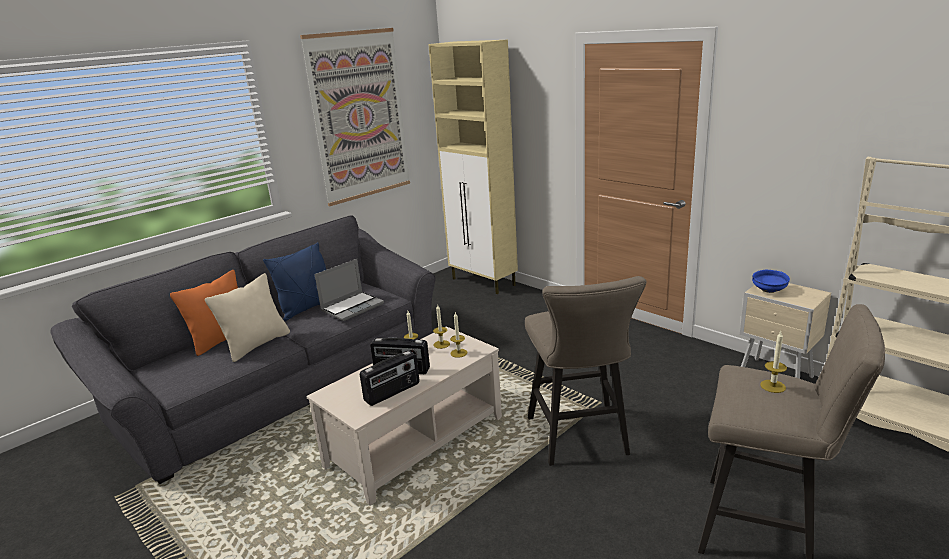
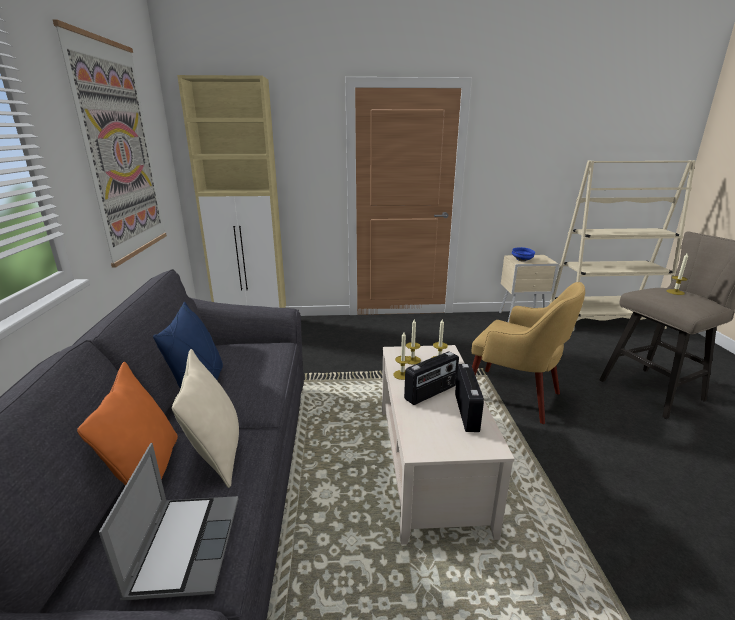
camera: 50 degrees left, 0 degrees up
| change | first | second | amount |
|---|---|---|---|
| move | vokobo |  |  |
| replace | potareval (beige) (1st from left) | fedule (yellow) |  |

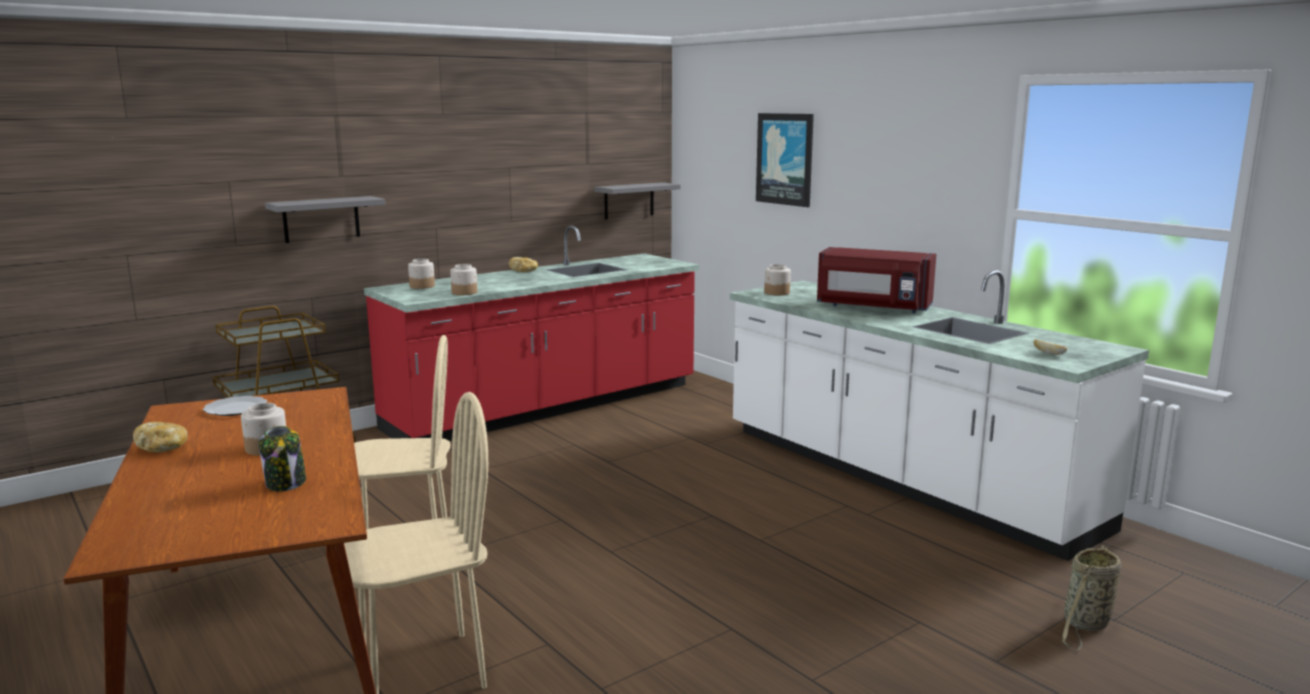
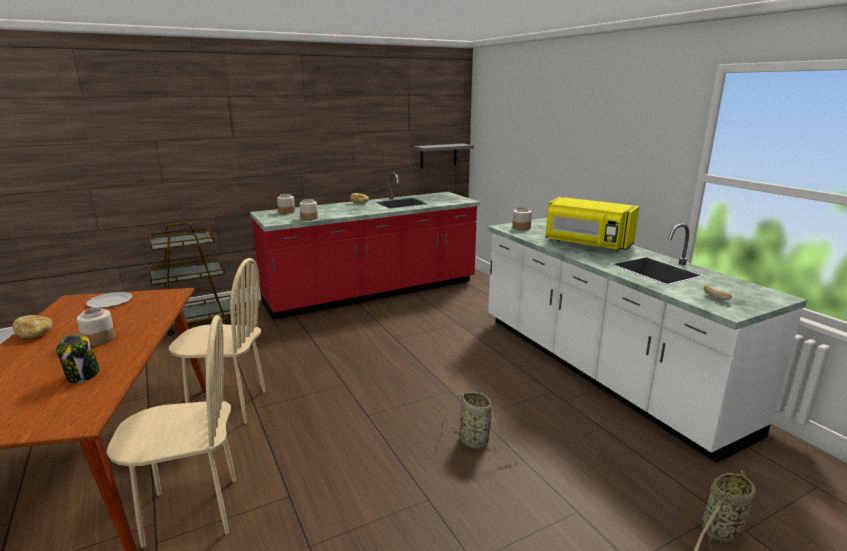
camera: 10 degrees right, 5 degrees up
| change | first | second | amount |
|---|---|---|---|
| delete | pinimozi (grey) (1st from left) |  |  |
| delete | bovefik |  |  |
| recolor | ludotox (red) | ludotox (yellow) |  |
| insert |  | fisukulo (1st from left) |  |

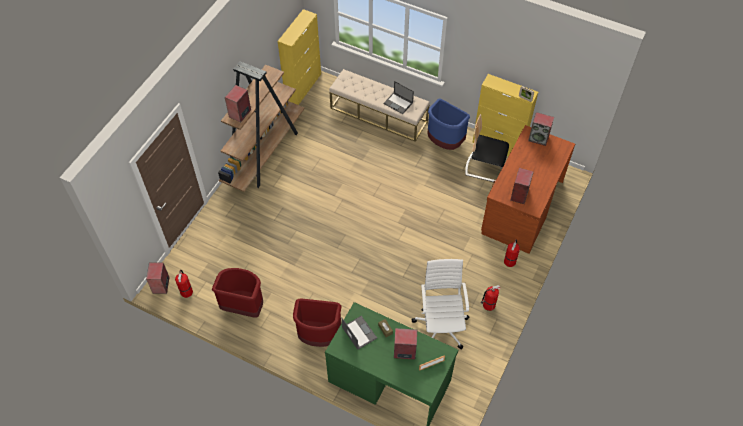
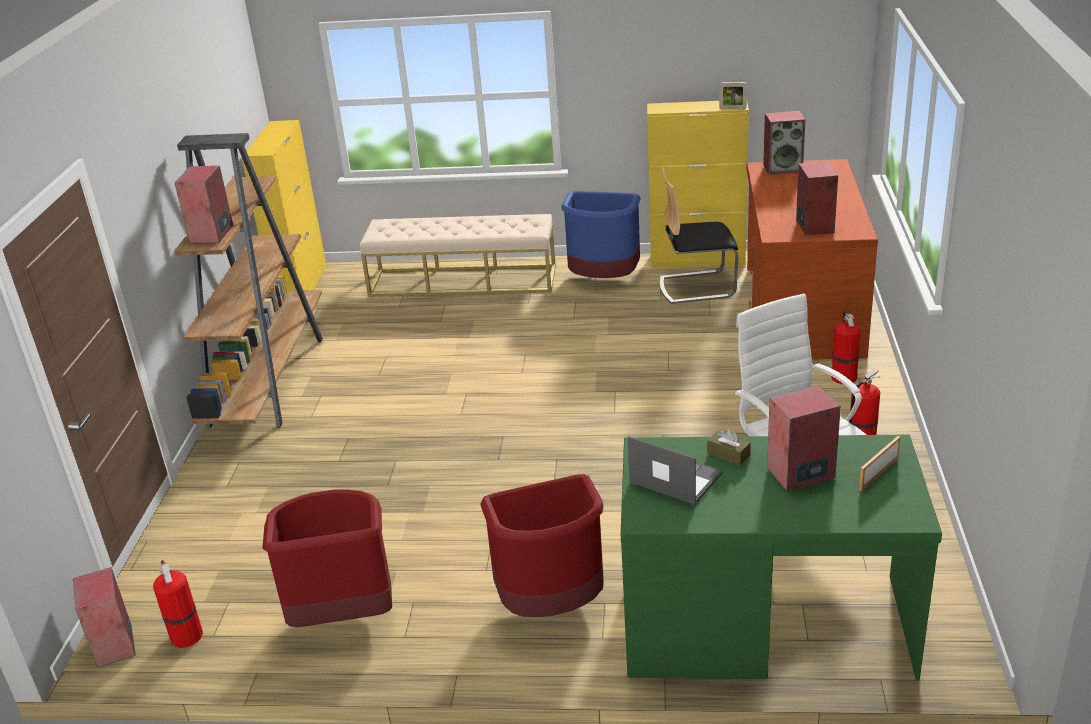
camera: 20 degrees left, 25 degrees down
| change | first | second | amount |
|---|---|---|---|
| delete | vokobo (2nd from left) |  |  |

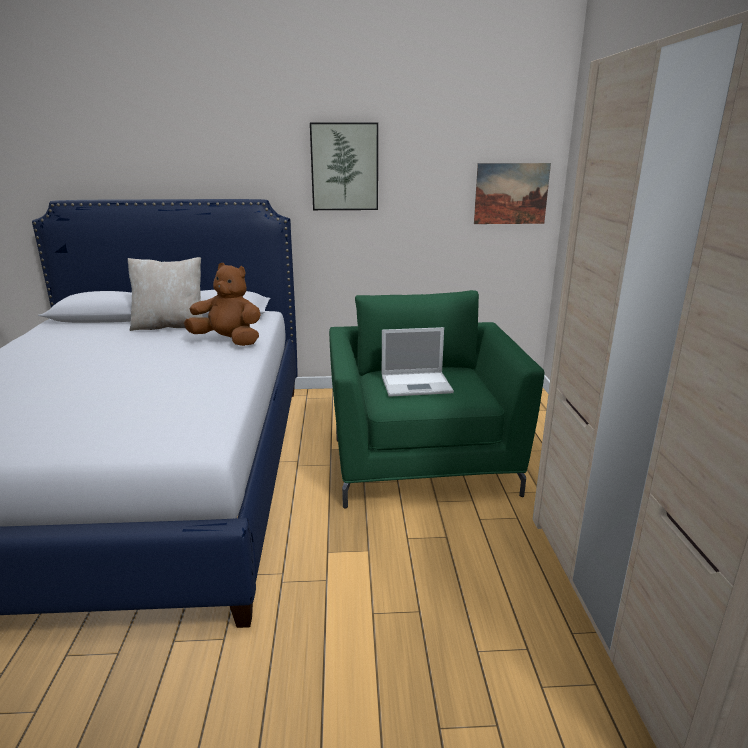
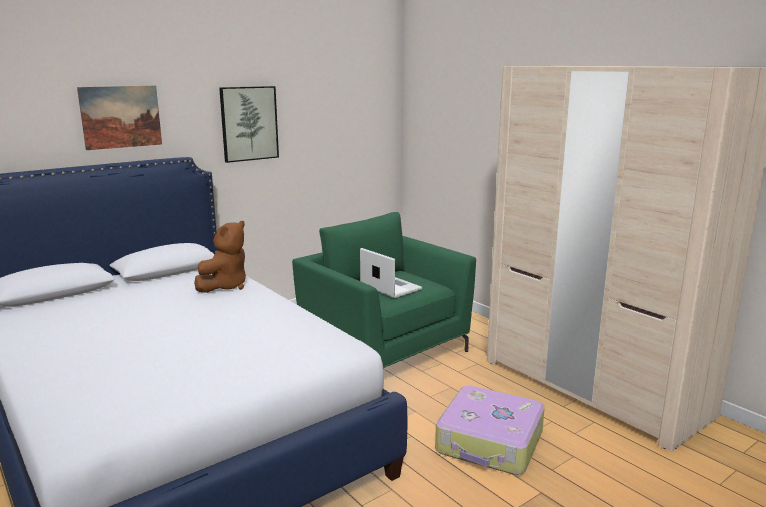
camera: 35 degrees left, 5 degrees down
| change | first | second | amount |
|---|---|---|---|
| delete | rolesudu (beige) |  |  |
| rotate | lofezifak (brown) |  | 135 degrees clockwise |
| rotate | vokobo |  | 90 degrees counterclockwise |
| move | bovefik (2nd from left in the first image) | bovefik (1st from left) |  |
| insert |  | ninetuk |  |

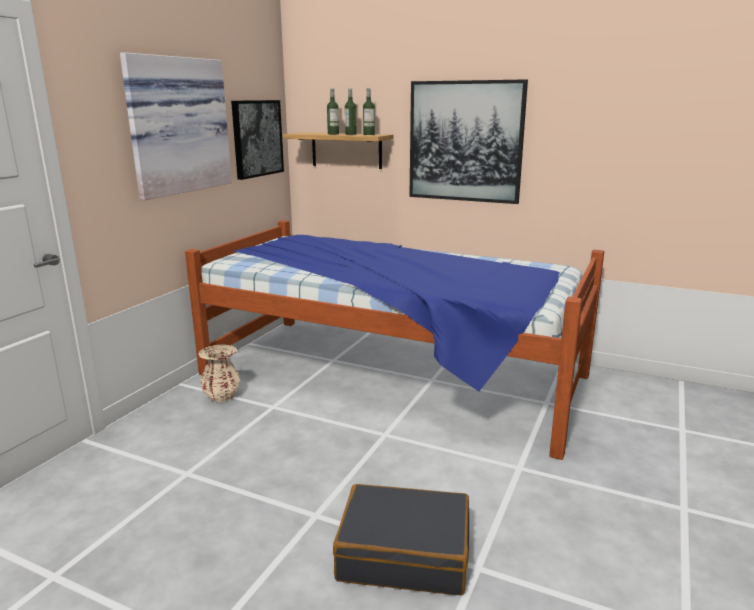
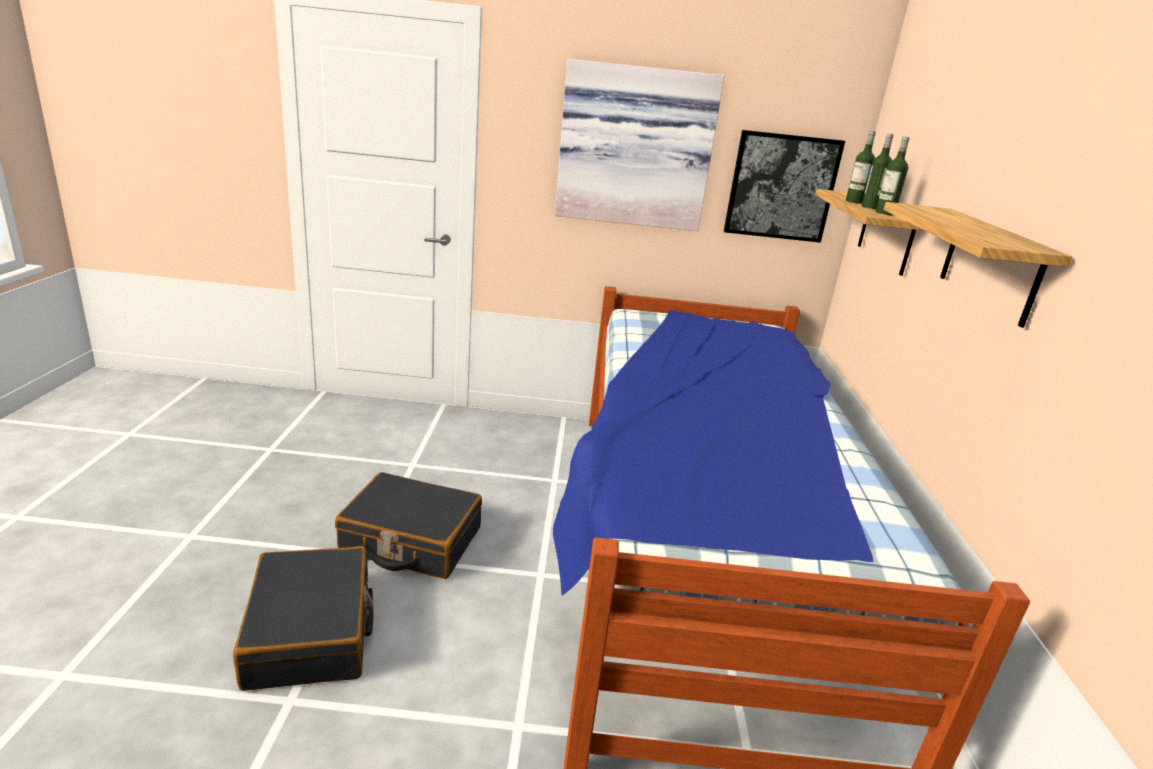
camera: 65 degrees right, 5 degrees up
| change | first | second | amount |
|---|---|---|---|
| delete | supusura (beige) |  |  |
| replace | bovefik (3rd from left) | pinimozi (2nd from left) |  |
| insert |  | ninetuk (black) (2nd from left) |  |

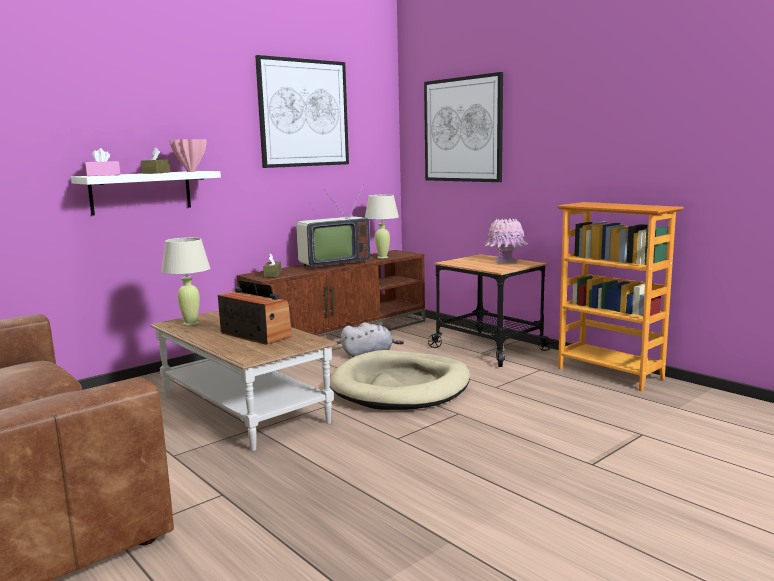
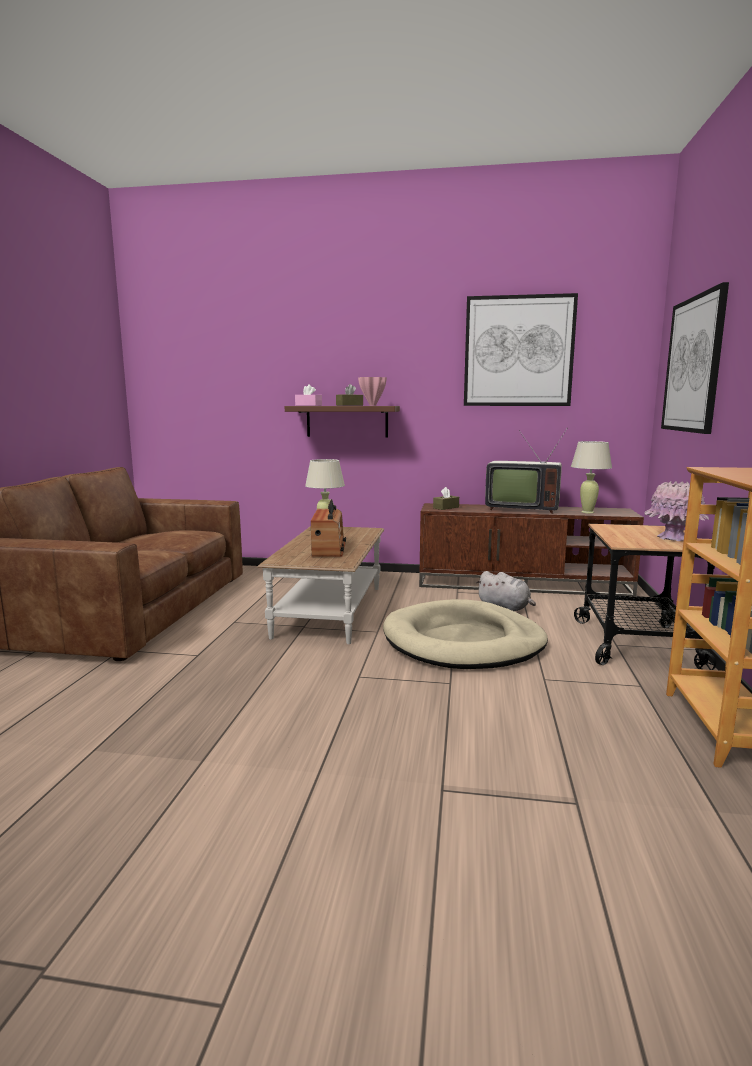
camera: 50 degrees right, 0 degrees up
| change | first | second | amount |
|---|---|---|---|
| recolor | pinimozi (white) | pinimozi (brown) |  |

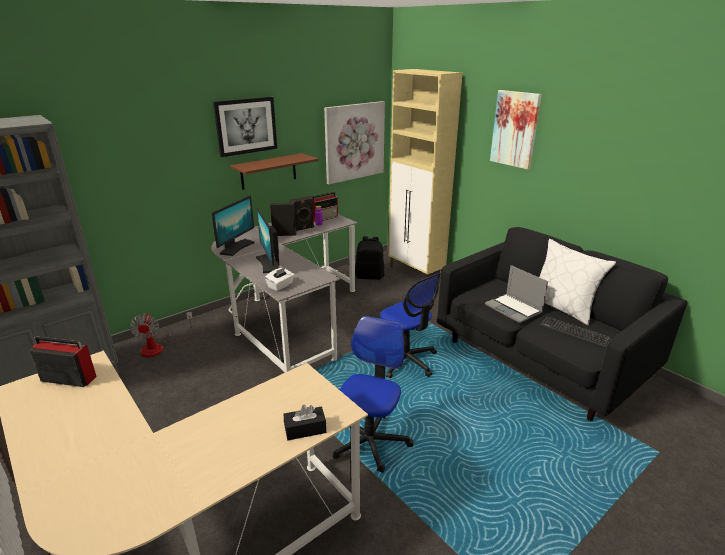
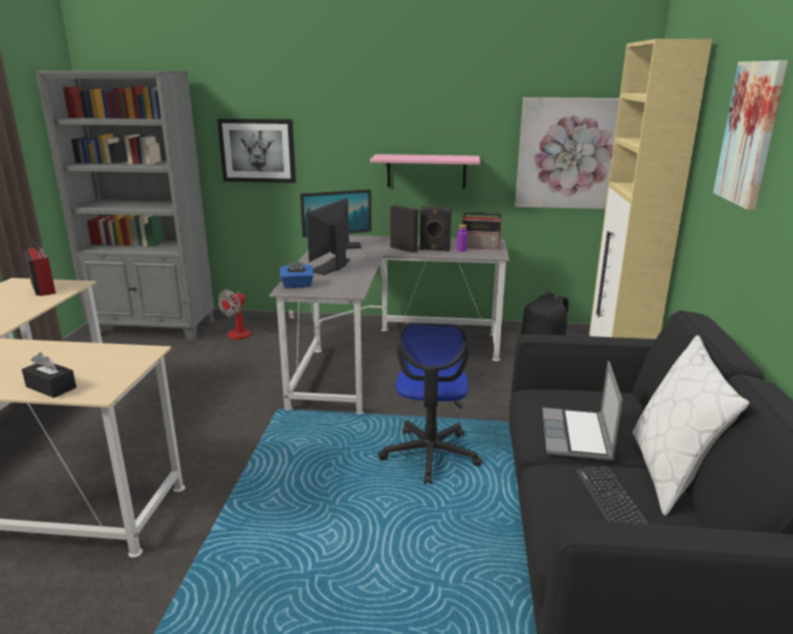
camera: 45 degrees right, 5 degrees down
| change | first | second | amount |
|---|---|---|---|
| move | bovefik (1st from left) |  |  |
| recolor | pinimozi (brown) | pinimozi (pink) |  |
| recolor | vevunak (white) | vevunak (blue) |  |
| delete | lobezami (1st from left) |  |  |

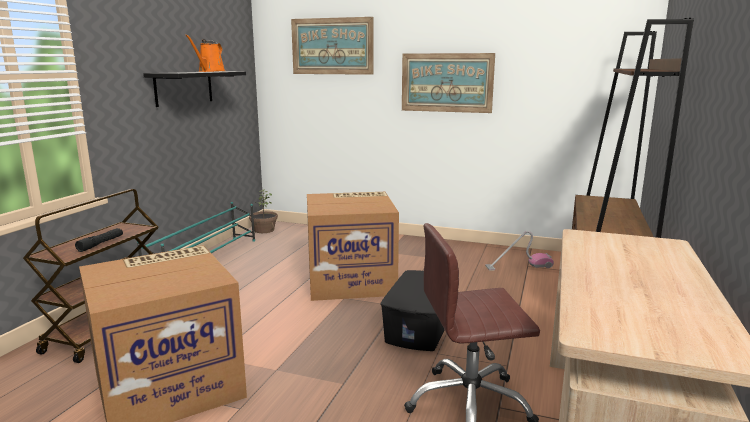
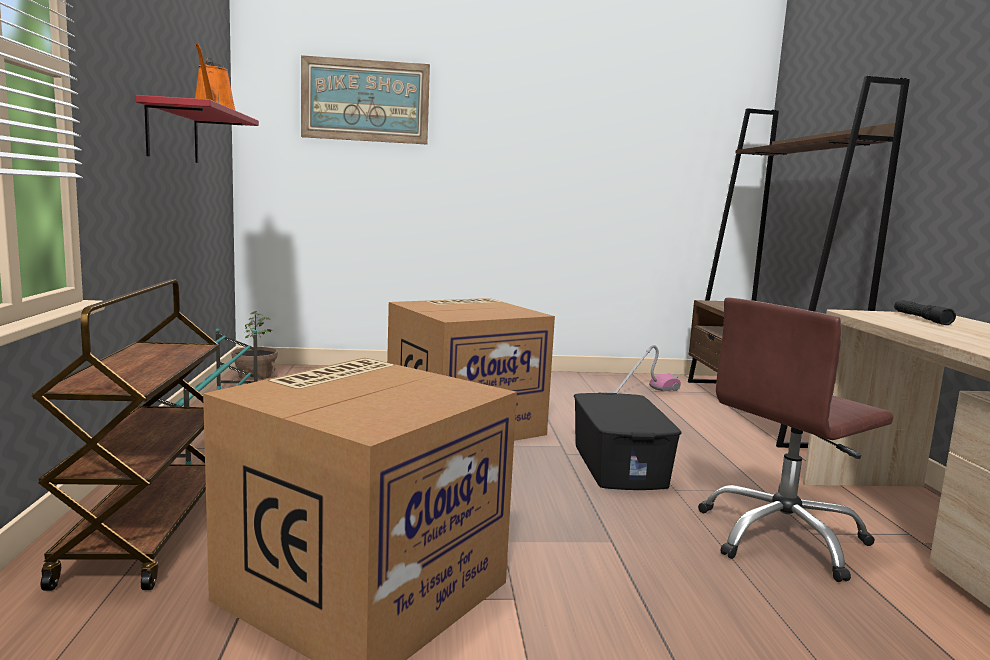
camera: 25 degrees left, 5 degrees down
| change | first | second | amount |
|---|---|---|---|
| move | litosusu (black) |  |  |
| recolor | pinimozi (black) | pinimozi (red) |  |
| delete | bovefik (2nd from left) |  |  |

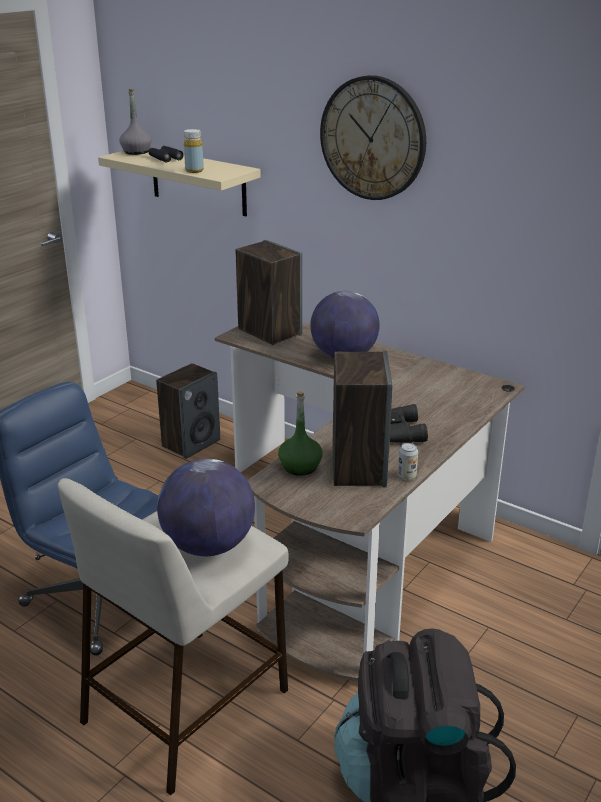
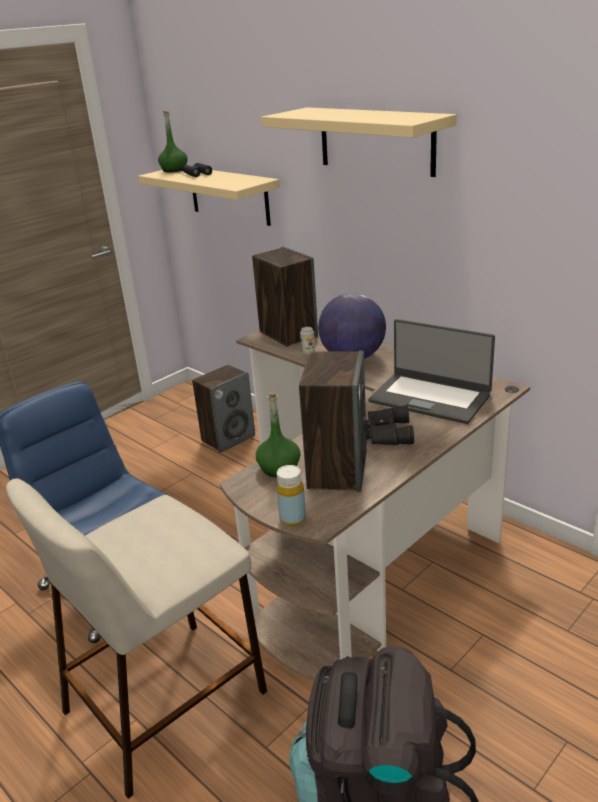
camera: 10 degrees right, 0 degrees up
| change | first | second | amount |
|---|---|---|---|
| recolor | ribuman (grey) | ribuman (green) (1st from left) |  |
| delete | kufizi (1st from left) |  |  |
| move | ribuman (yellow) |  |  |
| replace | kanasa | pinimozi (beige) (2nd from left) |  |
| move | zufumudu |  |  |
| insert |  | vokobo |  |

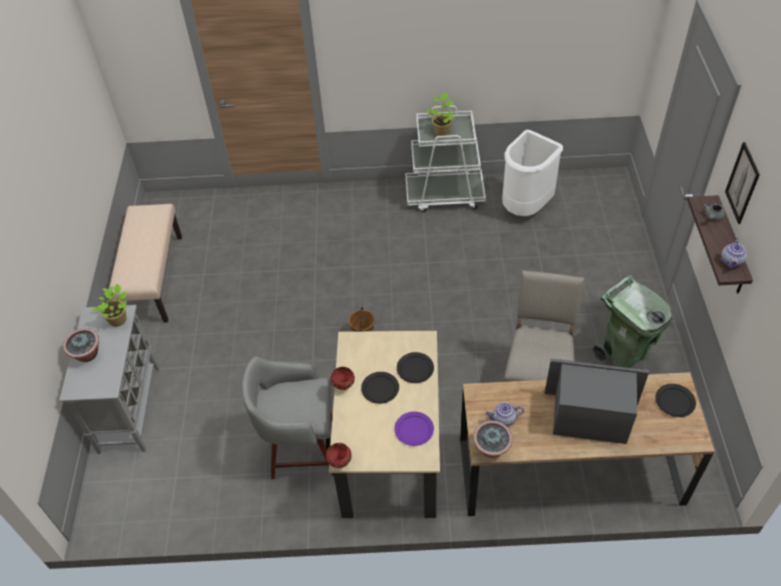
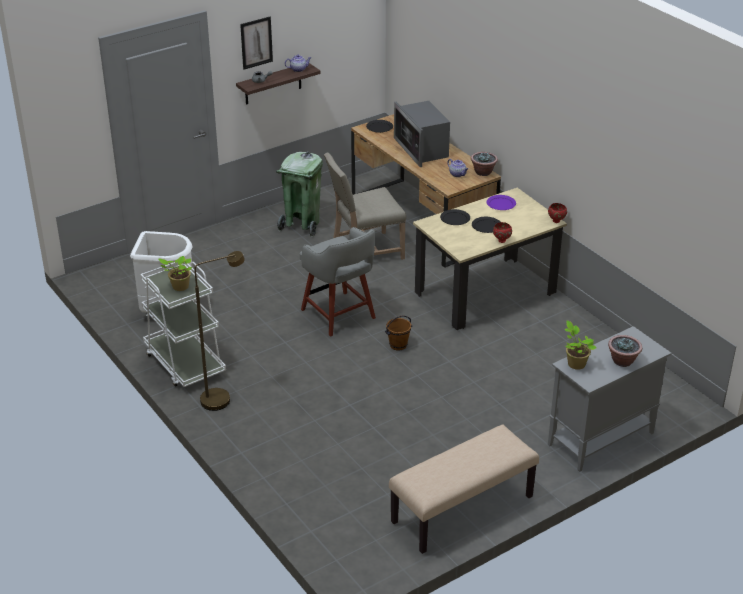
camera: 125 degrees left, 15 degrees down
| change | first | second | amount |
|---|---|---|---|
| move | potareval (grey) |  |  |
| insert |  | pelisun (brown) |  |

